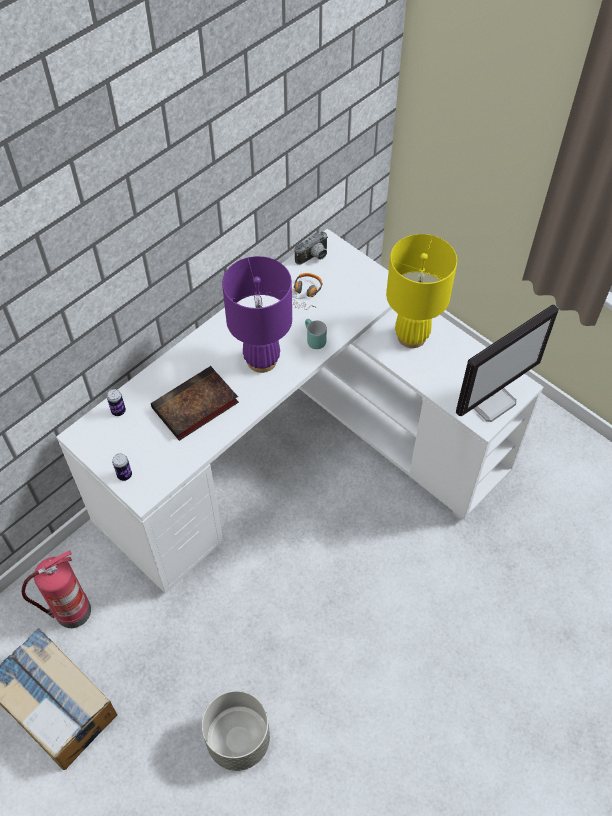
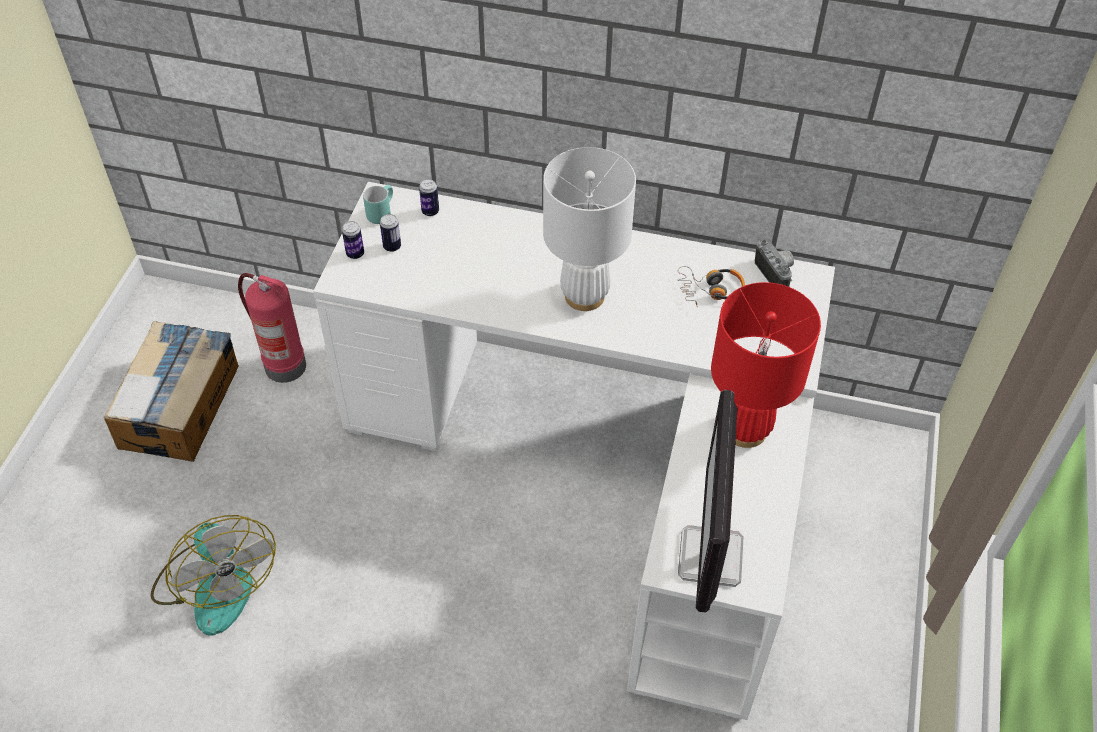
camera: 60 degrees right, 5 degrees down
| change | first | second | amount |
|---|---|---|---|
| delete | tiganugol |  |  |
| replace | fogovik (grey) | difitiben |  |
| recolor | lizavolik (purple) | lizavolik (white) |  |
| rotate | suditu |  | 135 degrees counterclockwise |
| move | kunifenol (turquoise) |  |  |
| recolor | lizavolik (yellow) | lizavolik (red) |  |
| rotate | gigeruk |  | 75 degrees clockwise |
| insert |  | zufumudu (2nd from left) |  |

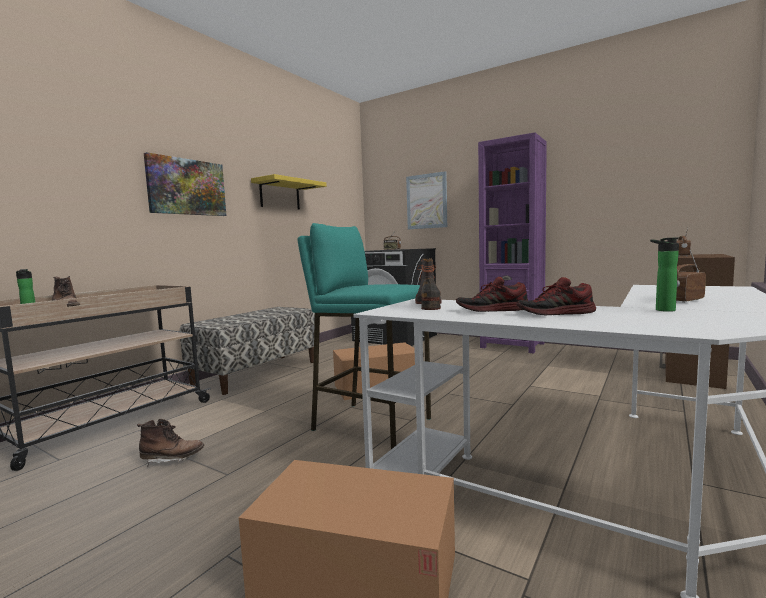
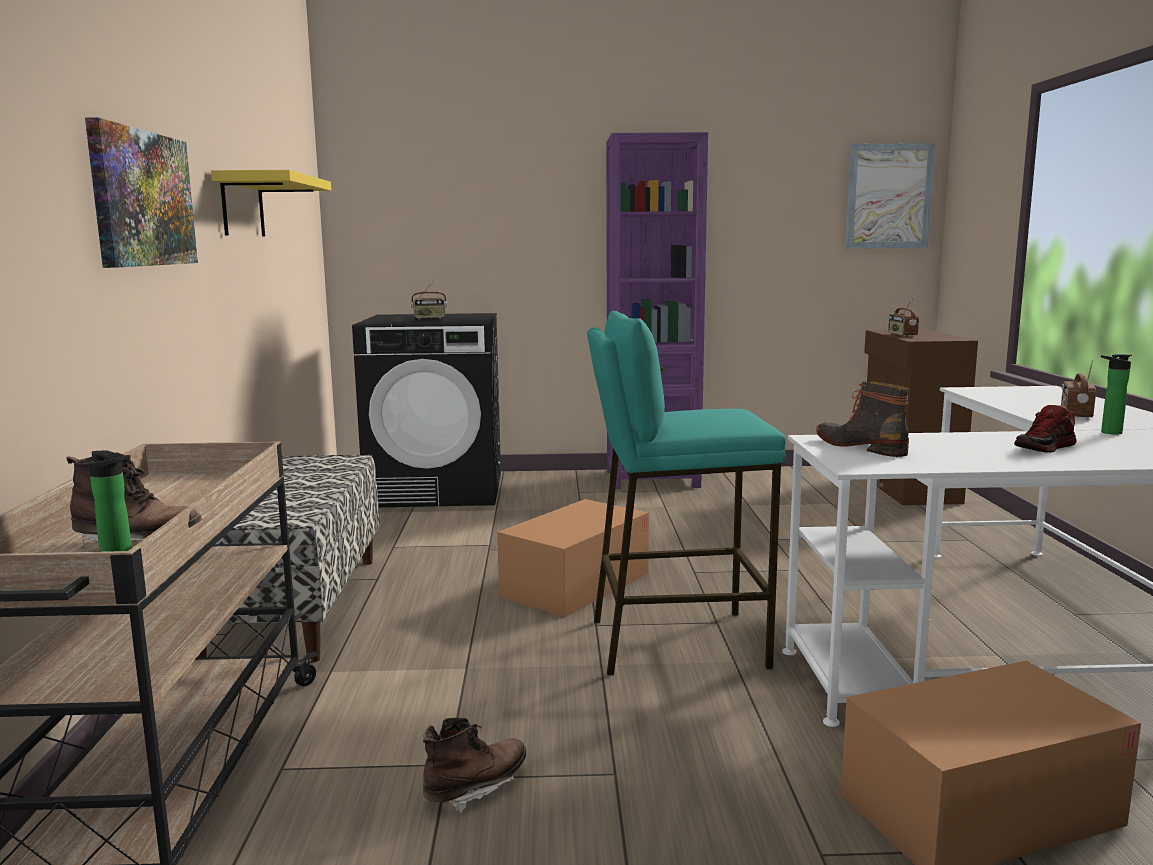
camera: 35 degrees left, 5 degrees up
| change | first | second | amount |
|---|---|---|---|
| move | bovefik (2nd from left) |  |  |
| delete | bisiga (1st from left) |  |  |

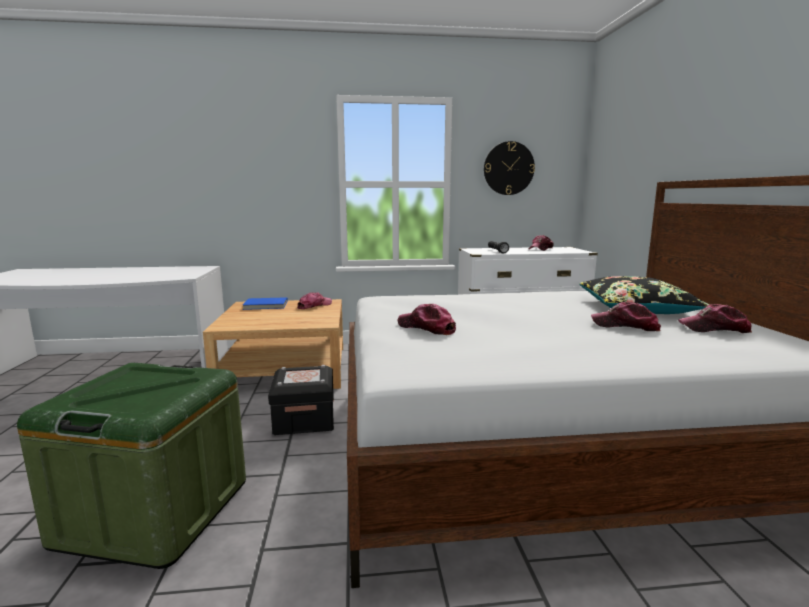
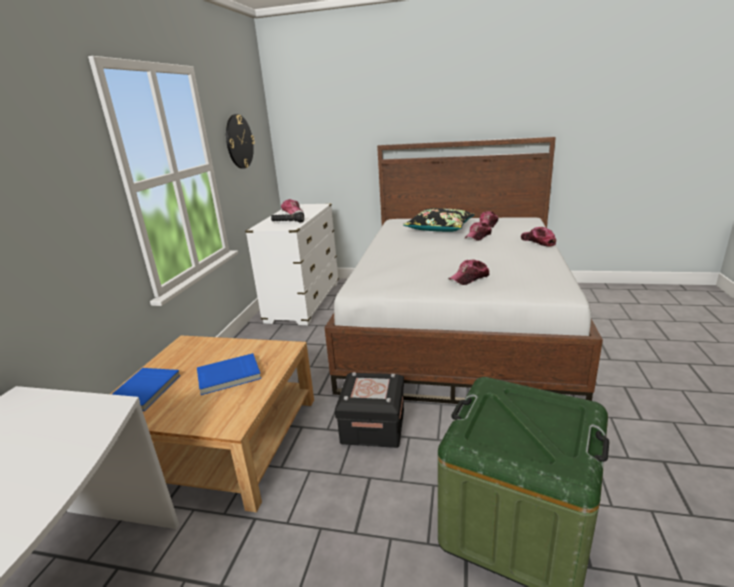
camera: 70 degrees left, 10 degrees up
| change | first | second | amount |
|---|---|---|---|
| move | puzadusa (1st from left in the first image) | puzadusa (5th from left) |  |
| insert |  | tiganugol (blue) (2nd from left) |  |

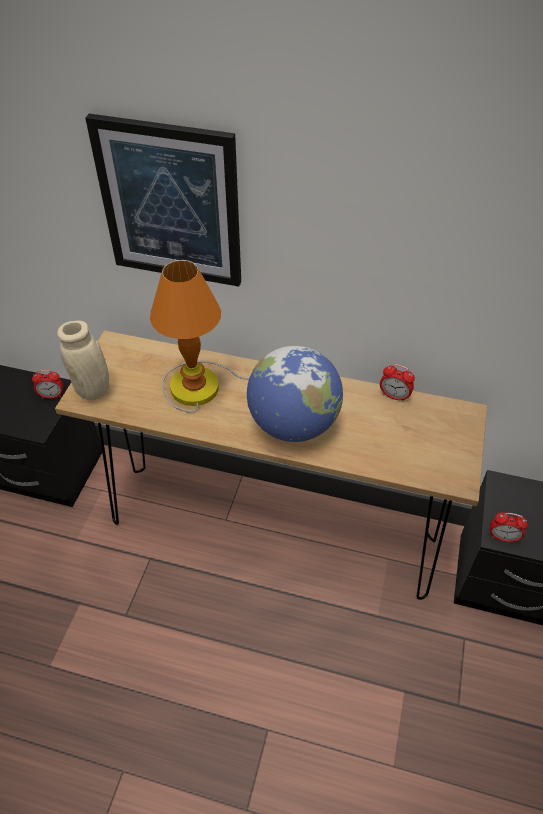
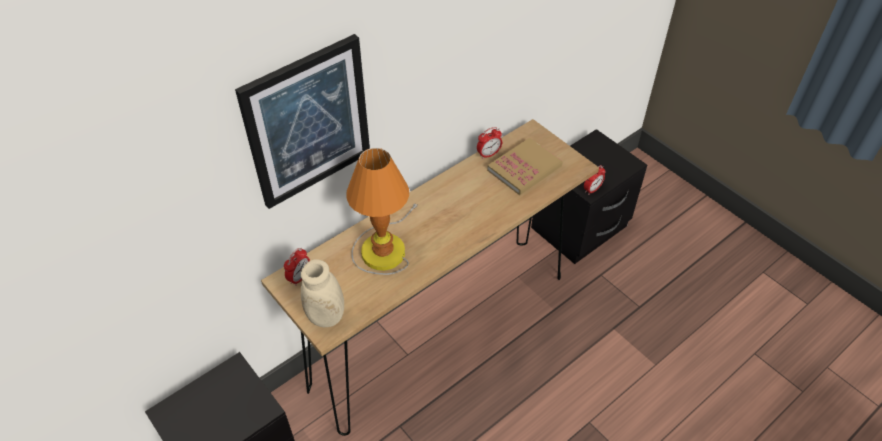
camera: 55 degrees left, 0 degrees up
| change | first | second | amount |
|---|---|---|---|
| move | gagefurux (1st from left) |  |  |
| delete | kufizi |  |  |
| insert |  | tiganugol |  |

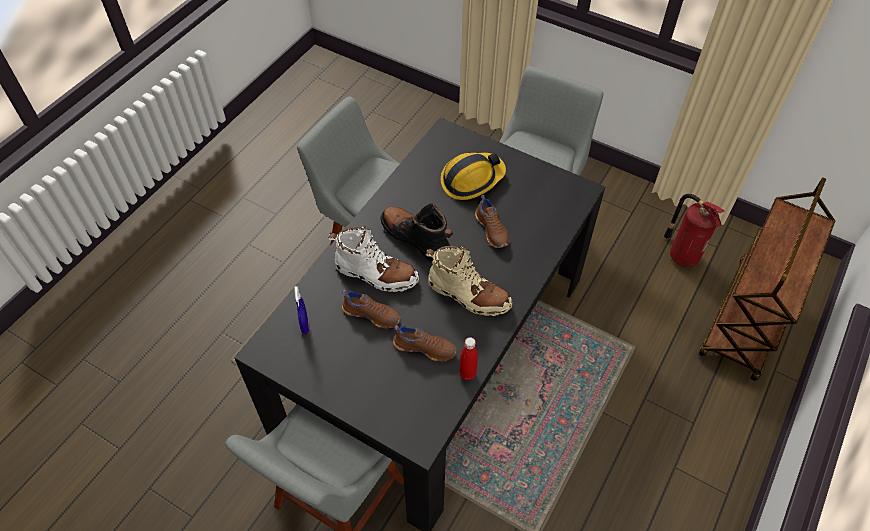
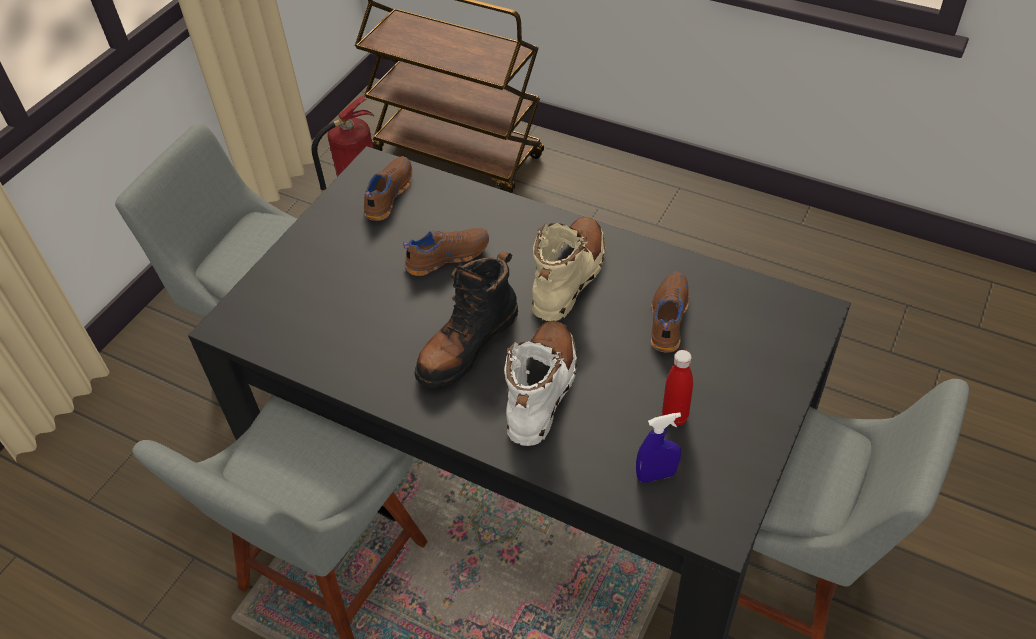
camera: 90 degrees left, 5 degrees down
| change | first | second | amount |
|---|---|---|---|
| move | bisiga (brown) (1st from left) |  |  |
| delete | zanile |  |  |
| move | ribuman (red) |  |  |

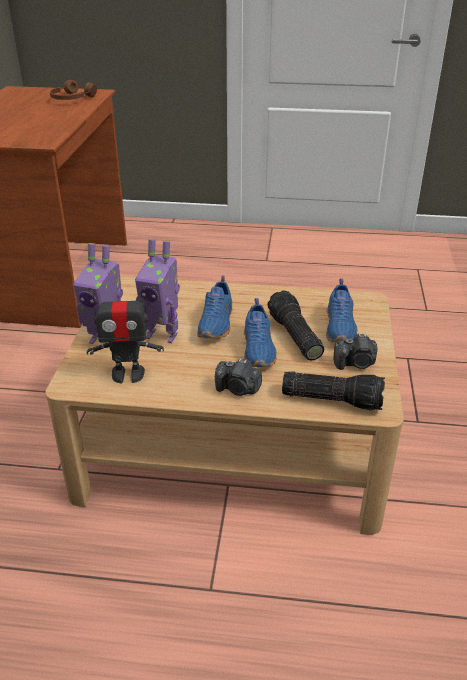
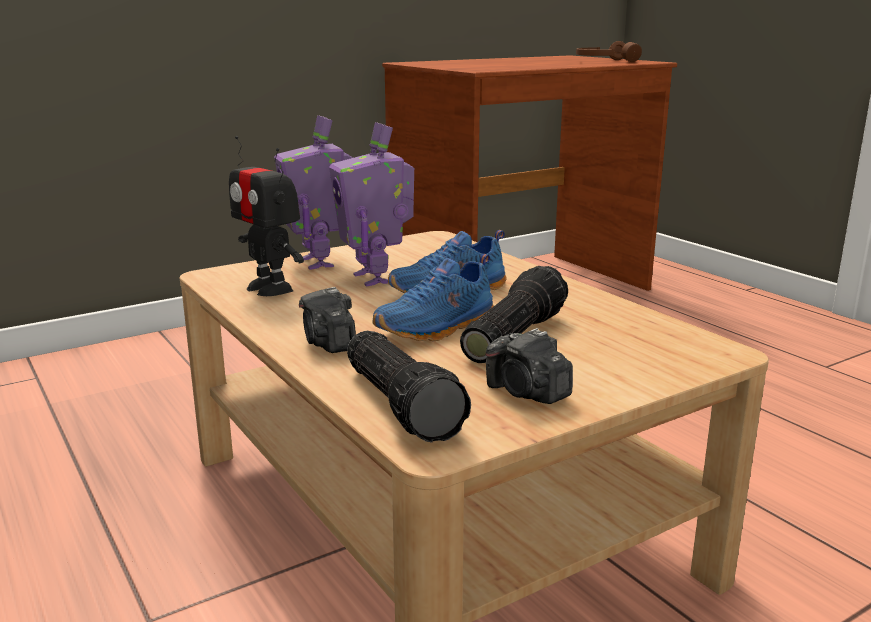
camera: 50 degrees right, 15 degrees down
| change | first | second | amount |
|---|---|---|---|
| delete | bisiga (blue) (3rd from left) |  |  |

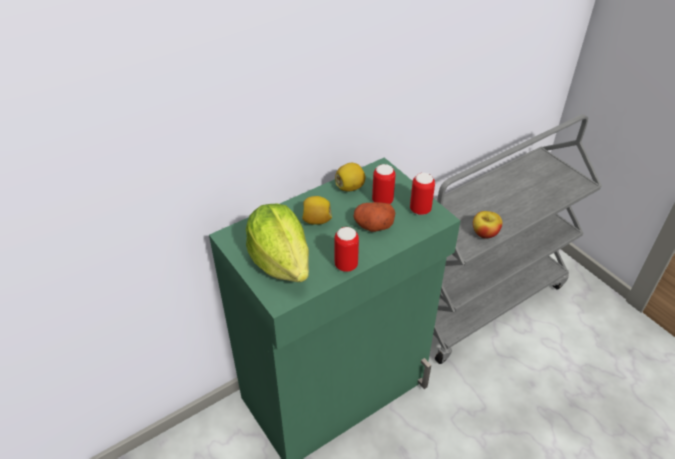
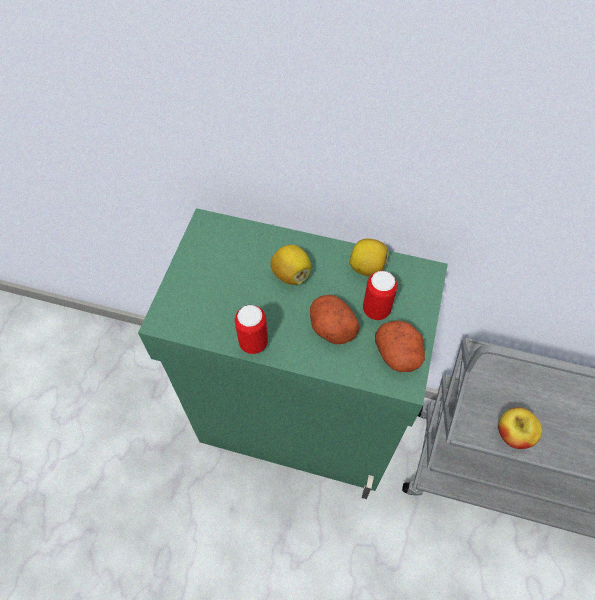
camera: 50 degrees right, 15 degrees up
| change | first | second | amount |
|---|---|---|---|
| delete | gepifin |  |  |
| replace | zufumudu (3rd from left) | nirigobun (2nd from left) |  |

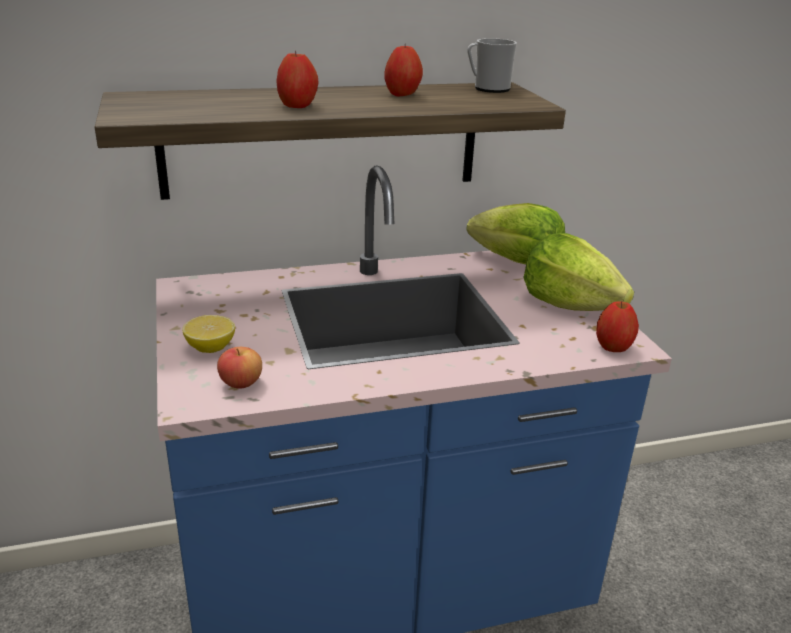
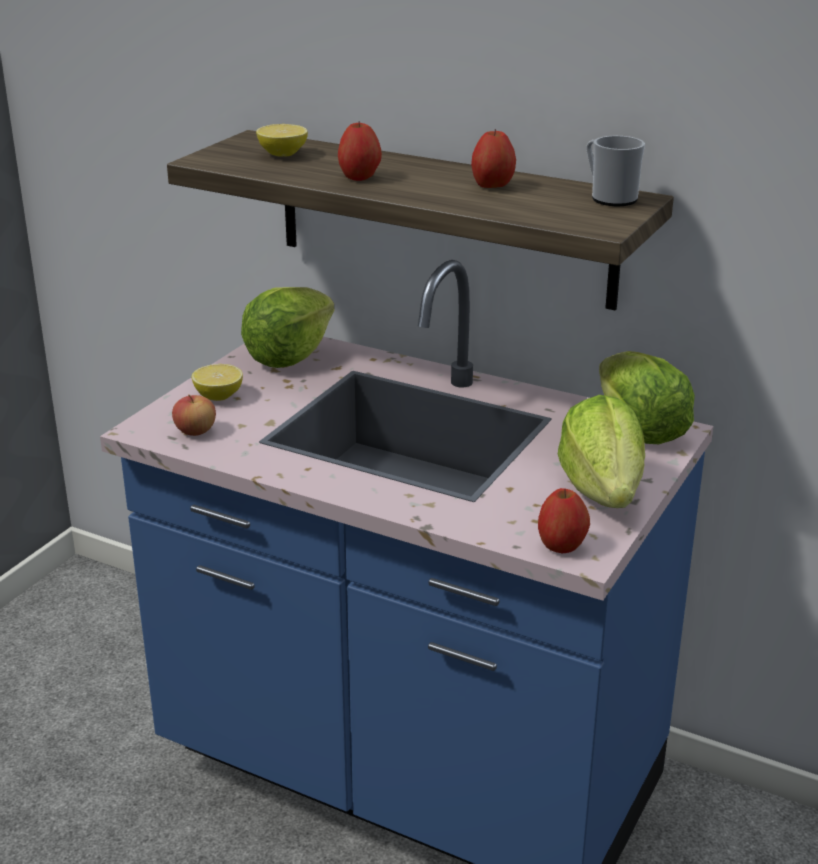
camera: 45 degrees right, 0 degrees up
| change | first | second | amount |
|---|---|---|---|
| insert |  | gepifin (1st from left) |  |
| insert |  | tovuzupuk (2nd from left) |  |

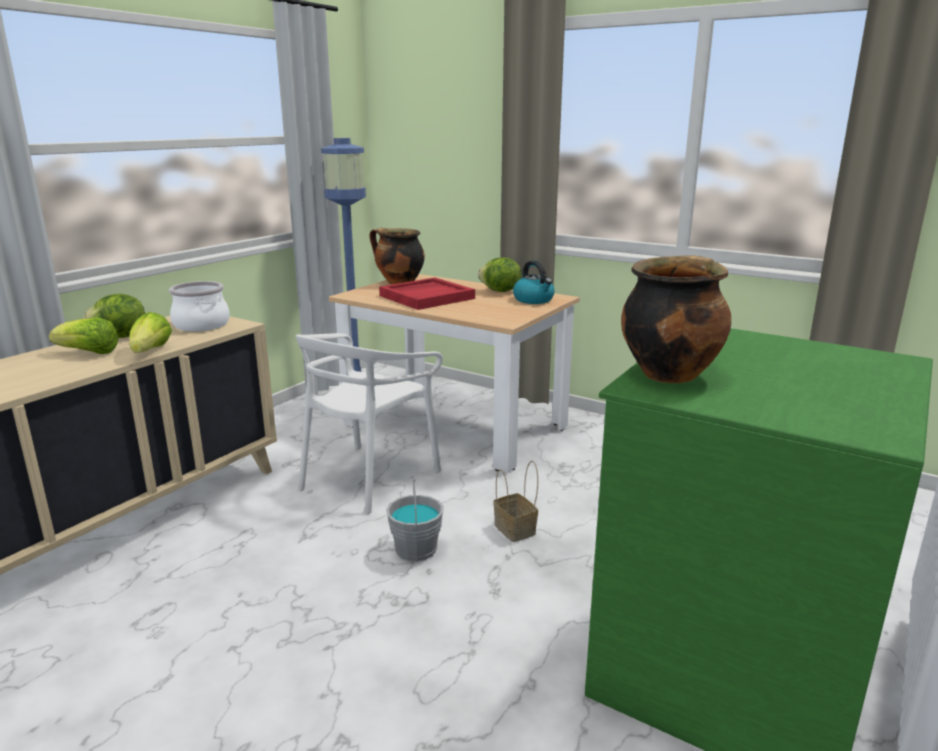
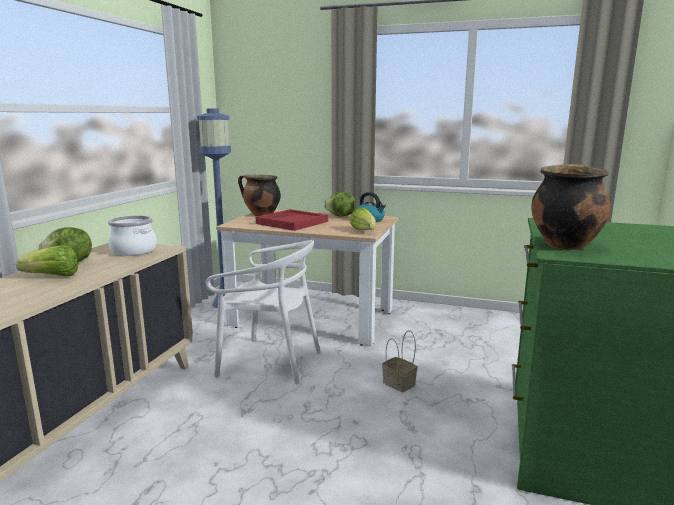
camera: 15 degrees left, 5 degrees down
| change | first | second | amount |
|---|---|---|---|
| move | gepifin (3rd from left in the first image) | gepifin (4th from left) |  |
| rotate | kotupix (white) |  | 90 degrees counterclockwise |
| delete | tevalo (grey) |  |  |

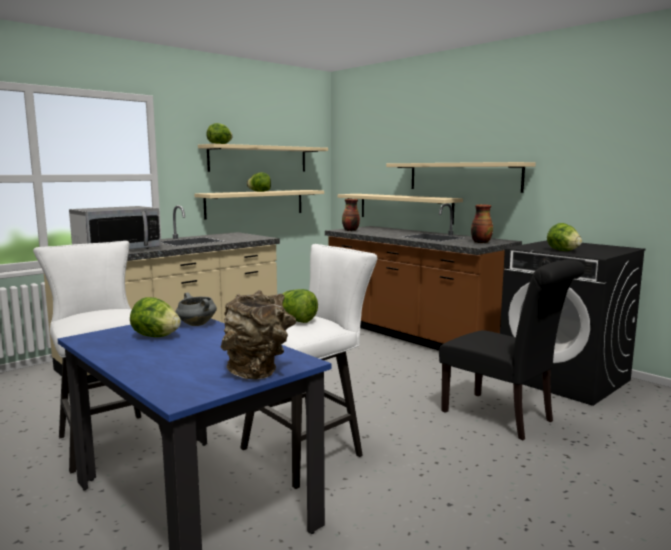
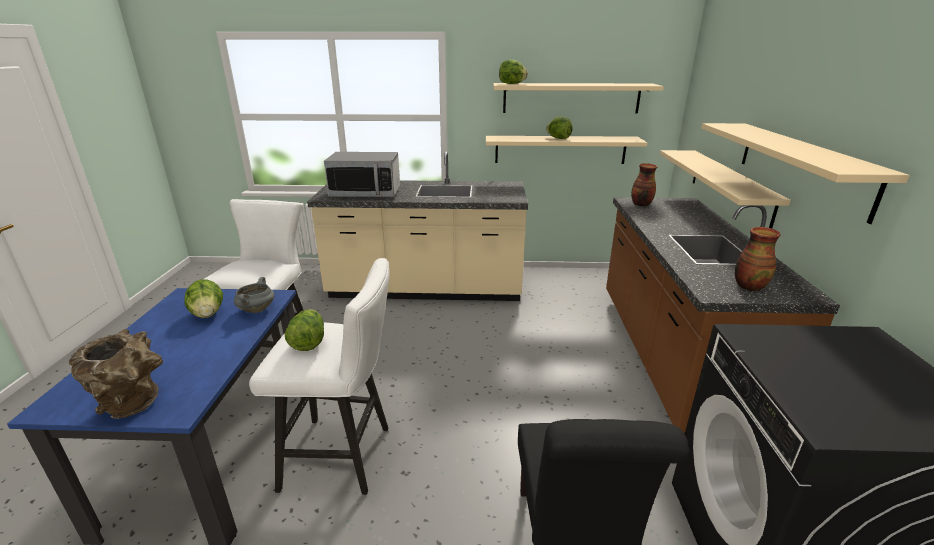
camera: 45 degrees right, 15 degrees up
| change | first | second | amount |
|---|---|---|---|
| delete | gepifin (5th from left) |  |  |

